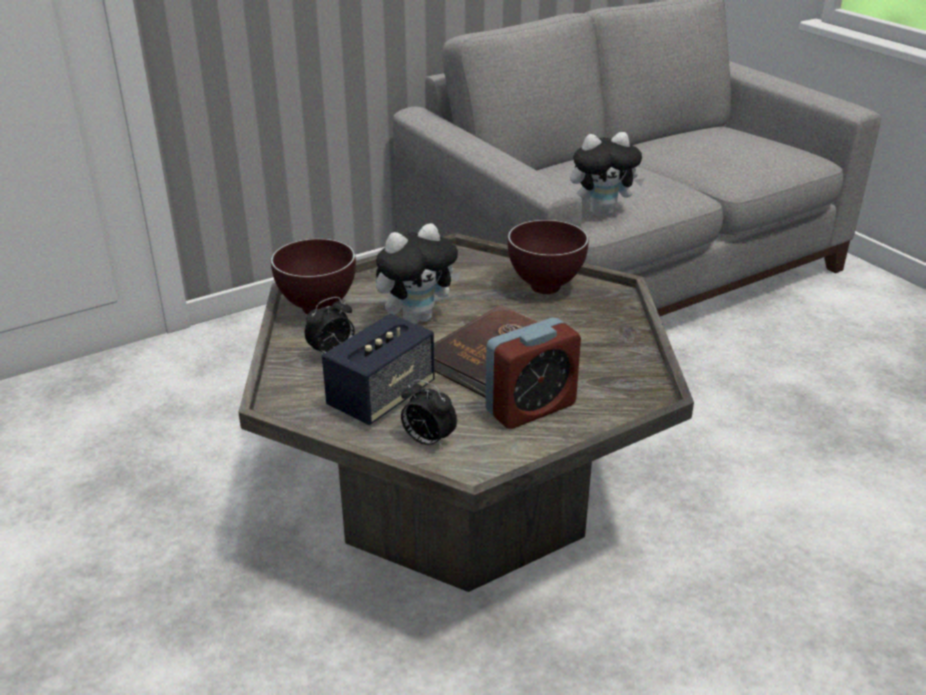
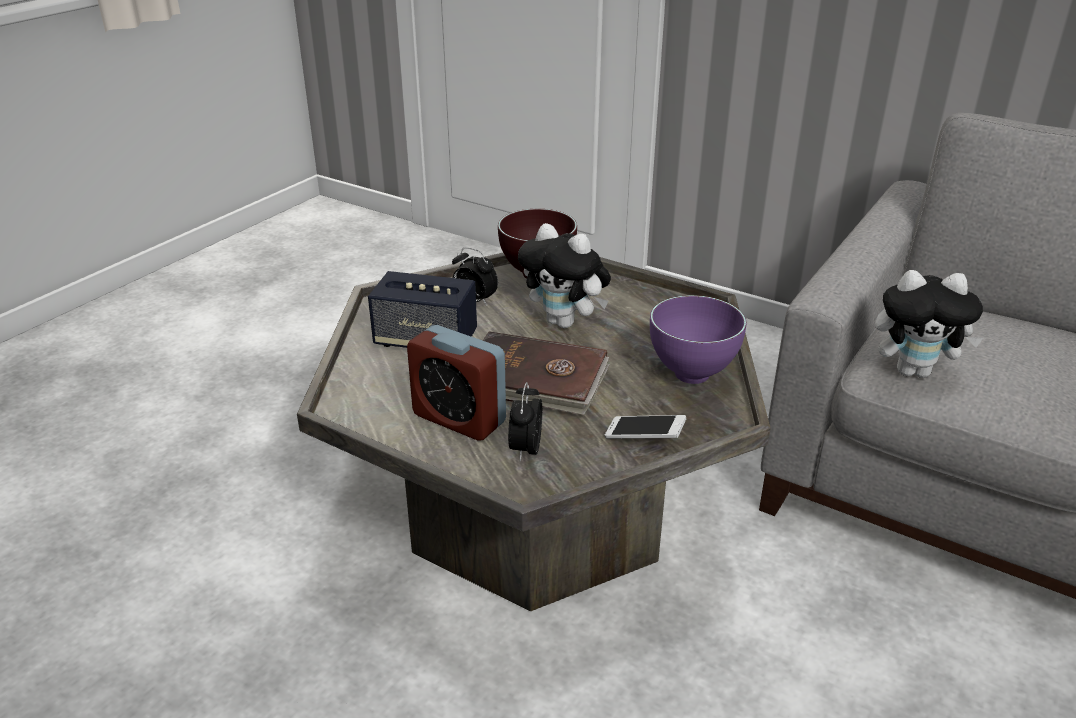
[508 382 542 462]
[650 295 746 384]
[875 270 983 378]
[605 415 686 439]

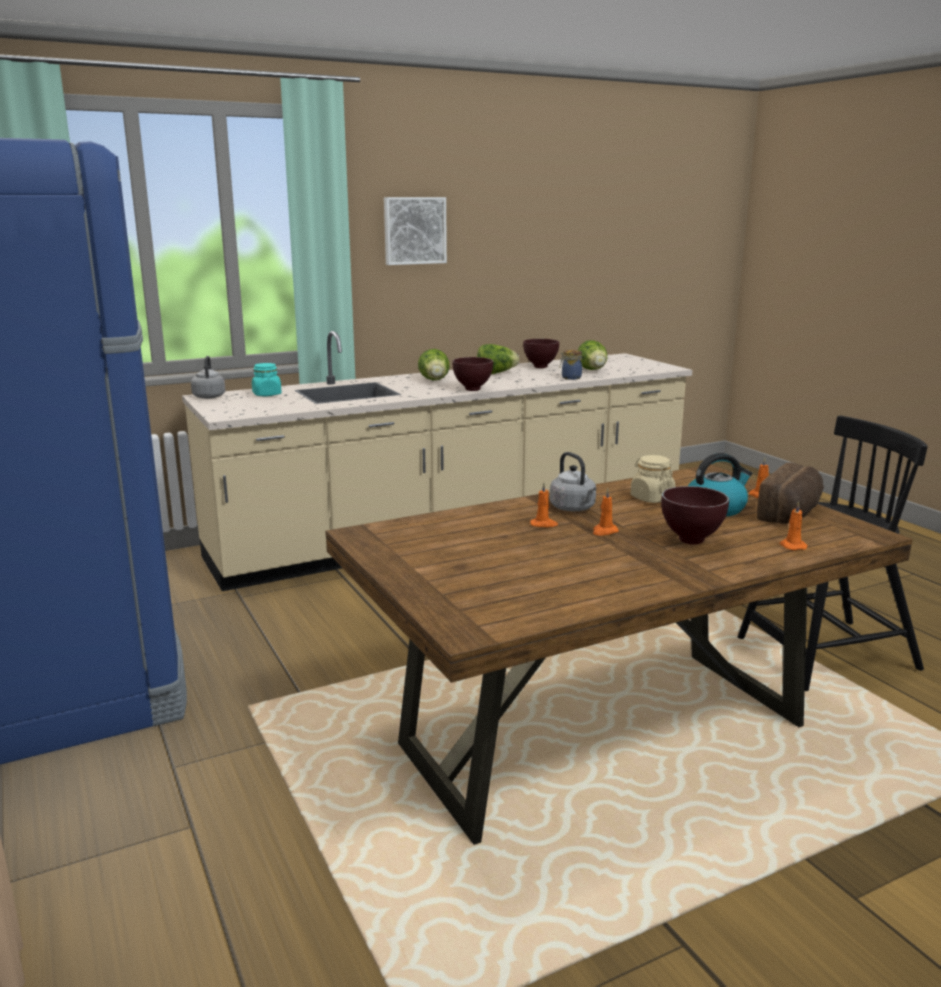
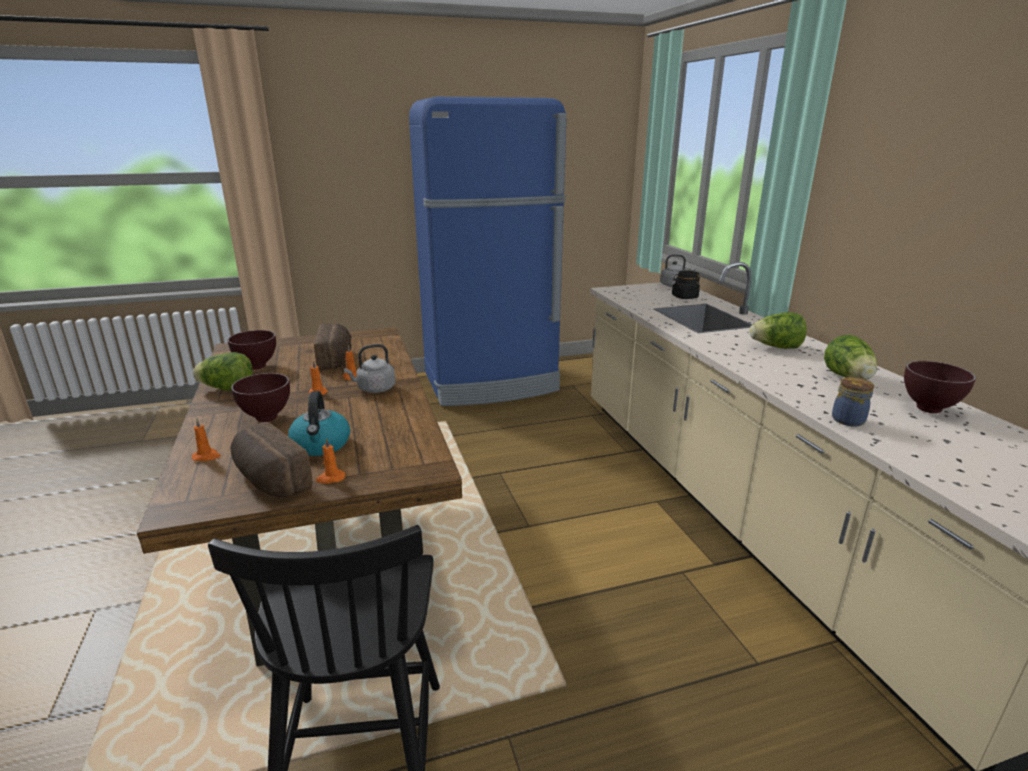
[672 270 700 299]
[384 197 447 265] (first image)
[227 330 276 370]
[193 352 253 391]
[631 455 676 503] (first image)
[314 324 352 370]

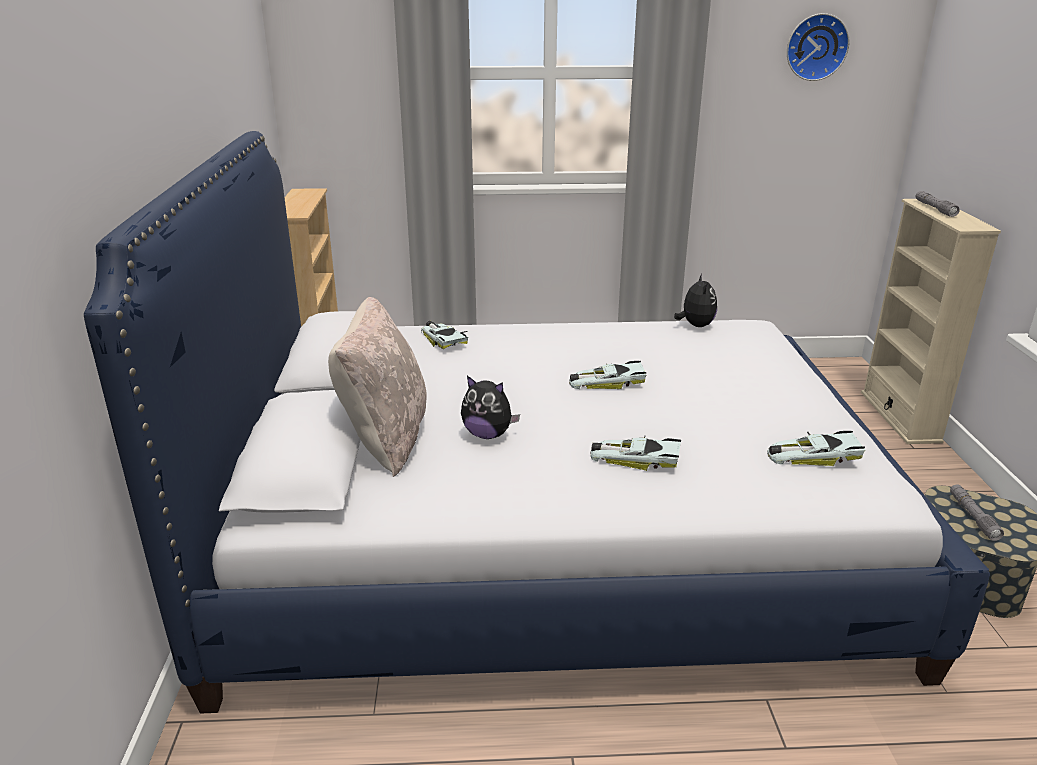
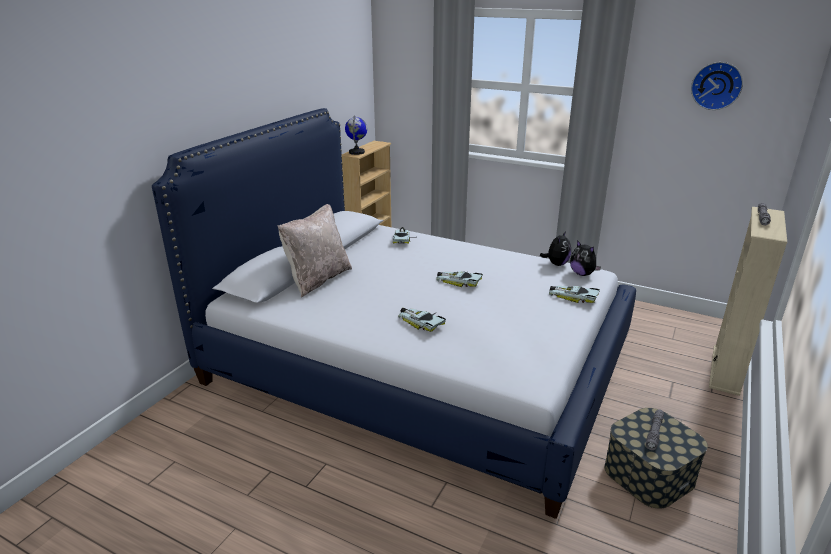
[570 240 601 276]
[549 286 600 303]
[345 116 367 155]

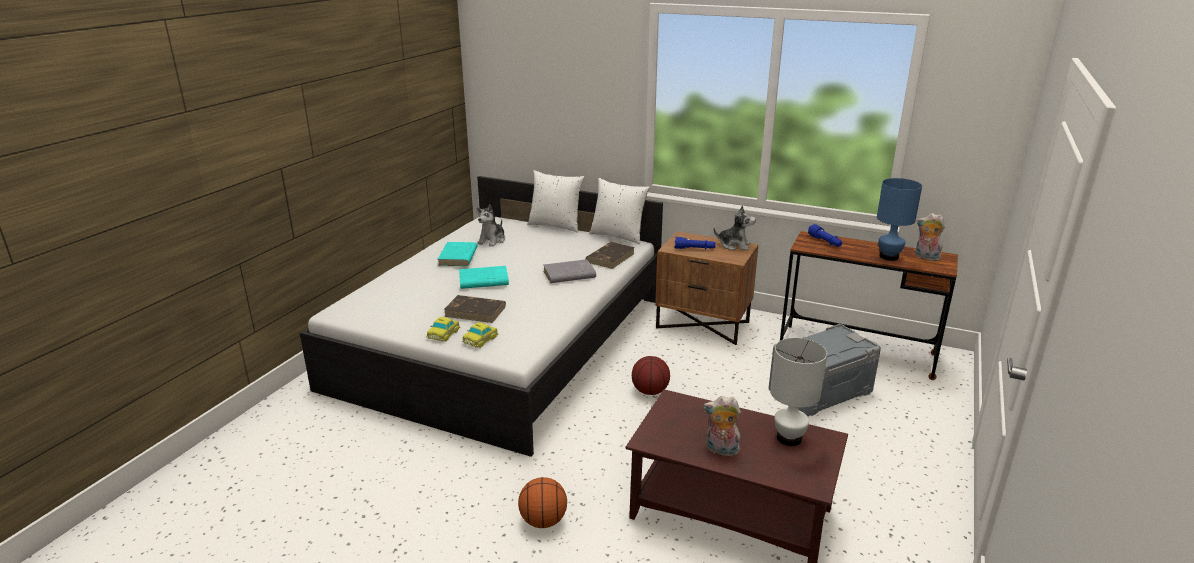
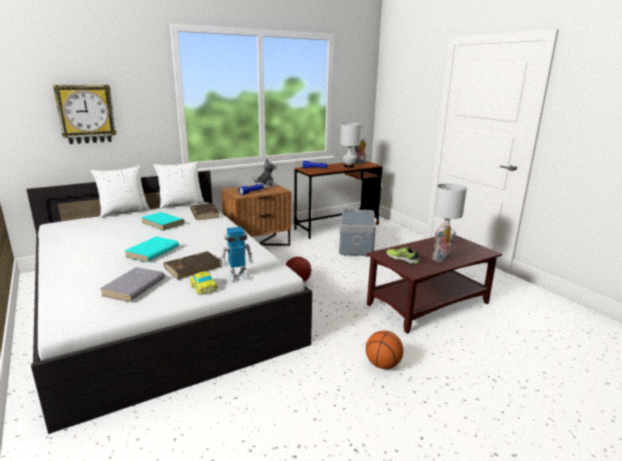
[141 212 185 231]
[221 227 254 283]
[477 204 505 247] (first image)
[100 267 165 302]
[340 123 361 168]
[53 85 117 144]
[386 246 420 264]

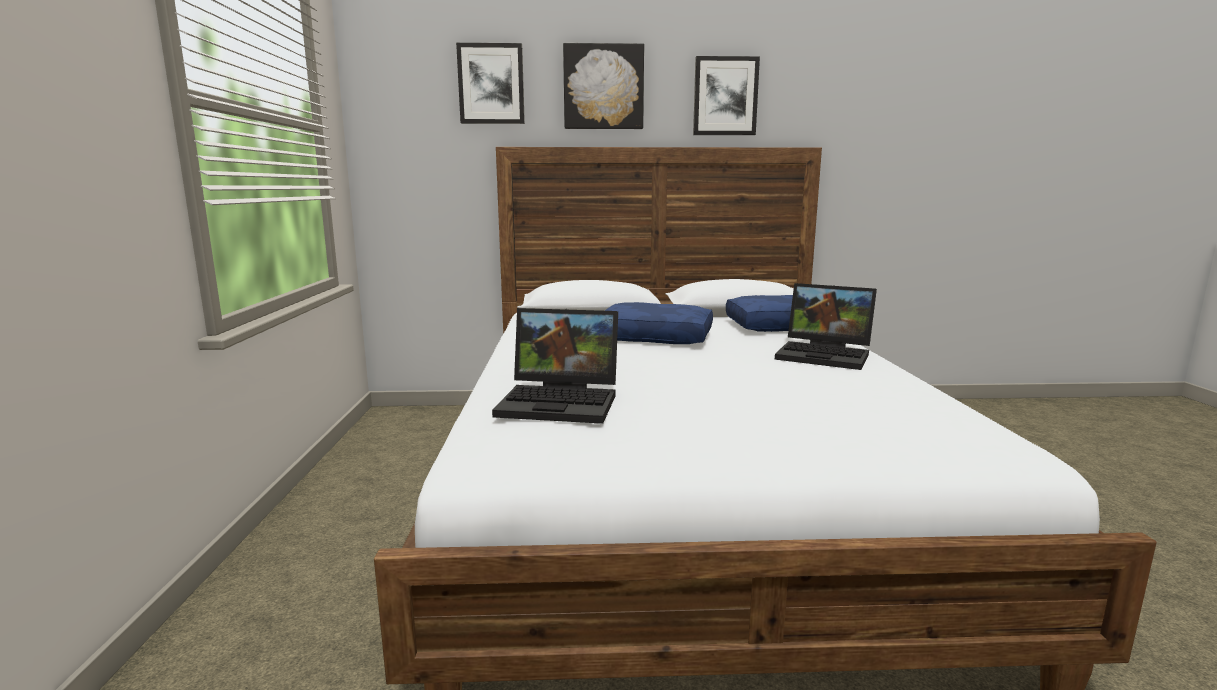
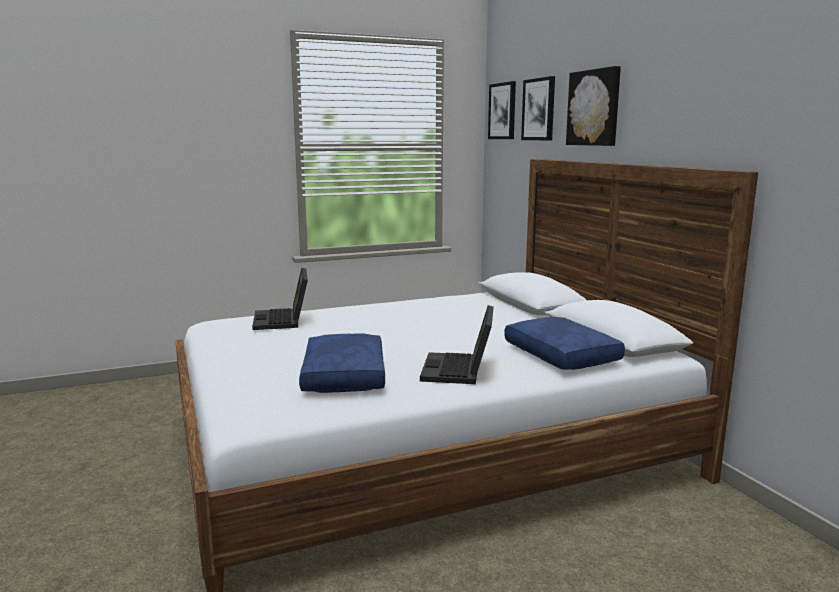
[299 334 385 393]
[488 81 516 139]

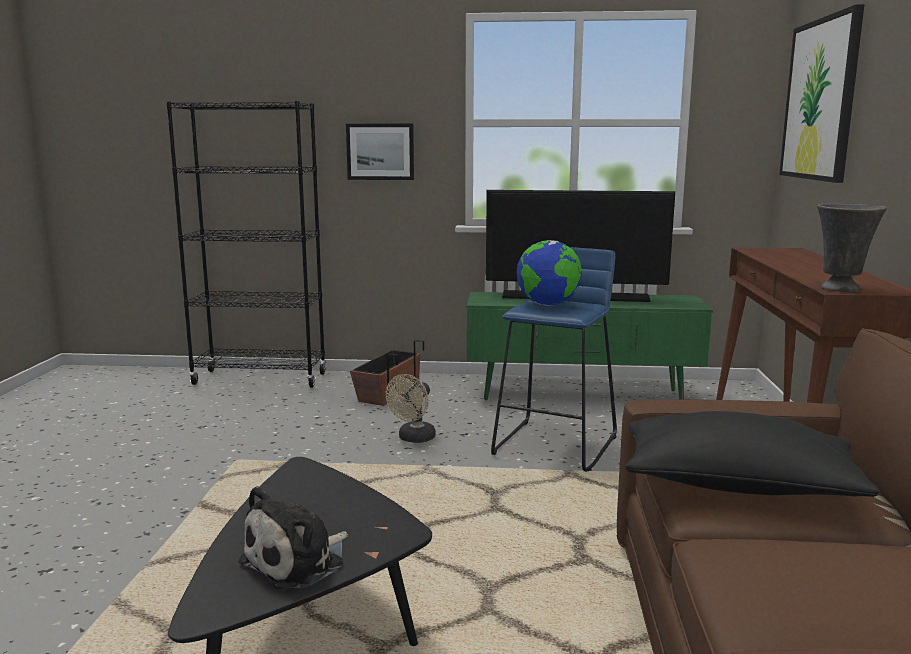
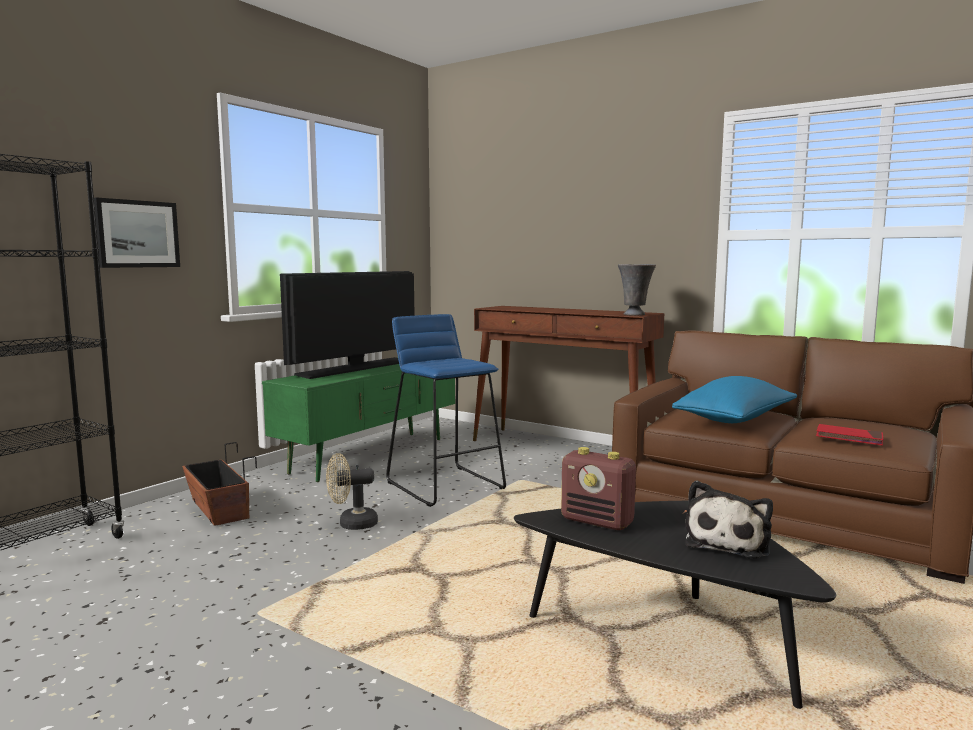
[685 481 773 558]
[326 453 378 530]
[517 240 582 306] (first image)
[672 376 797 423]
[779 4 864 183] (first image)
[561 447 636 530]
[816 424 883 445]

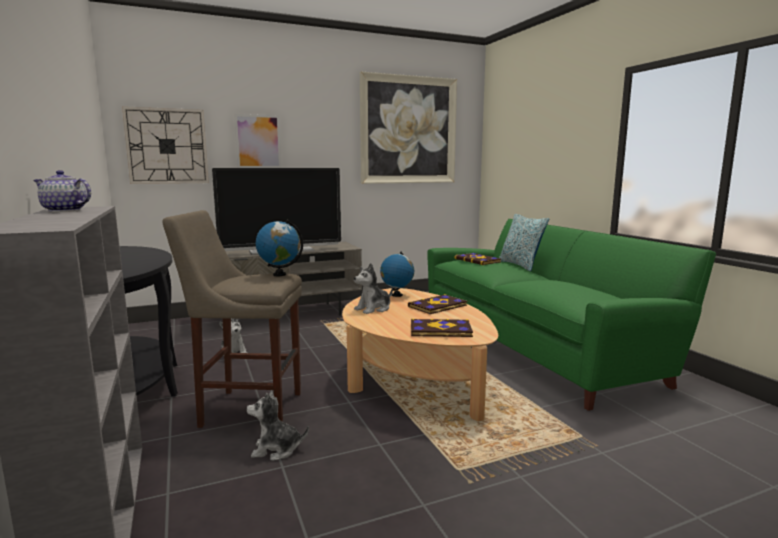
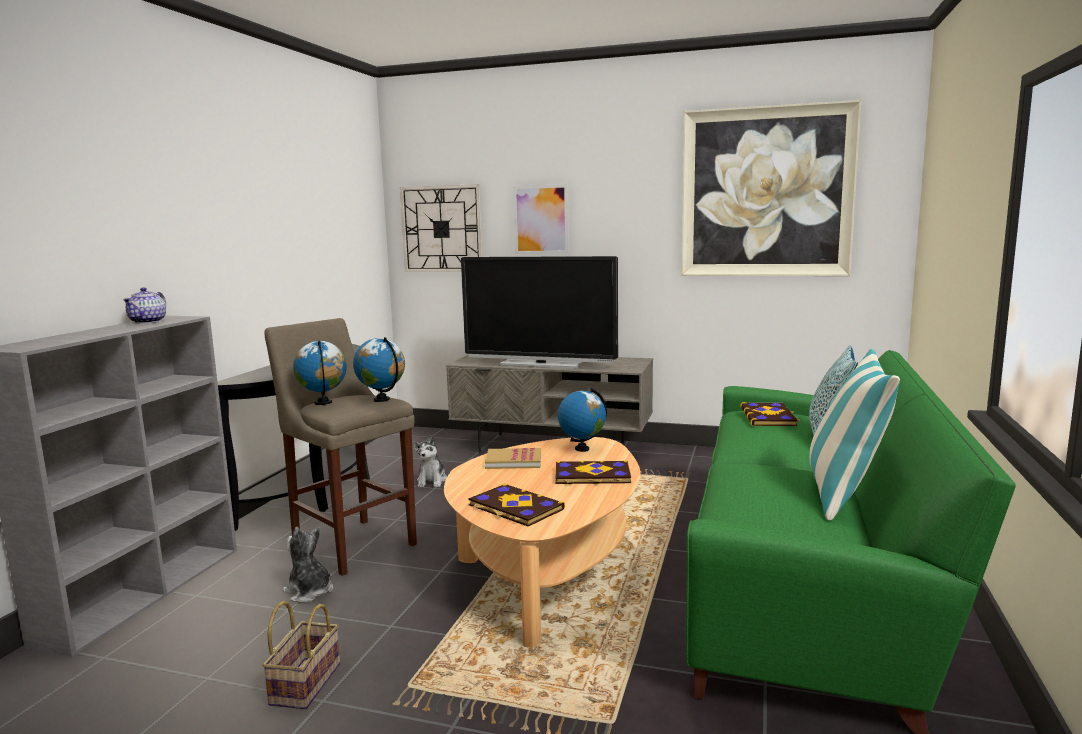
[122 287 166 324]
[485 448 541 469]
[262 601 340 709]
[293 341 347 405]
[810 349 900 521]

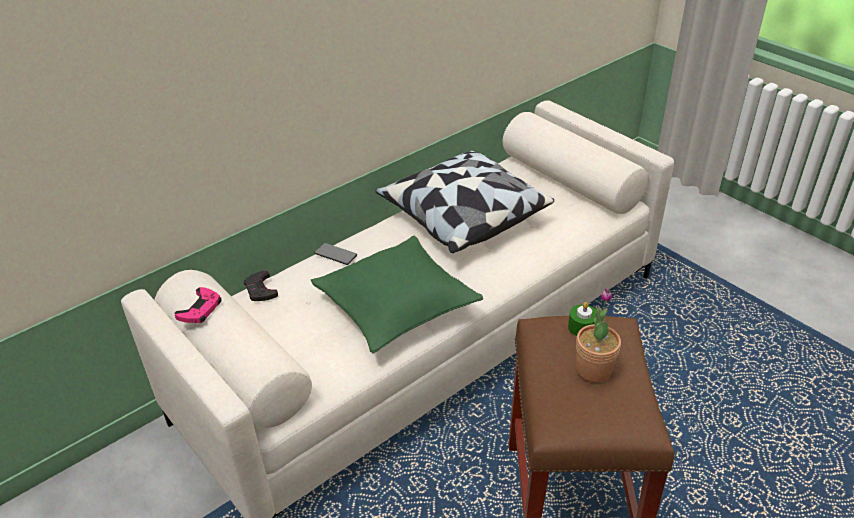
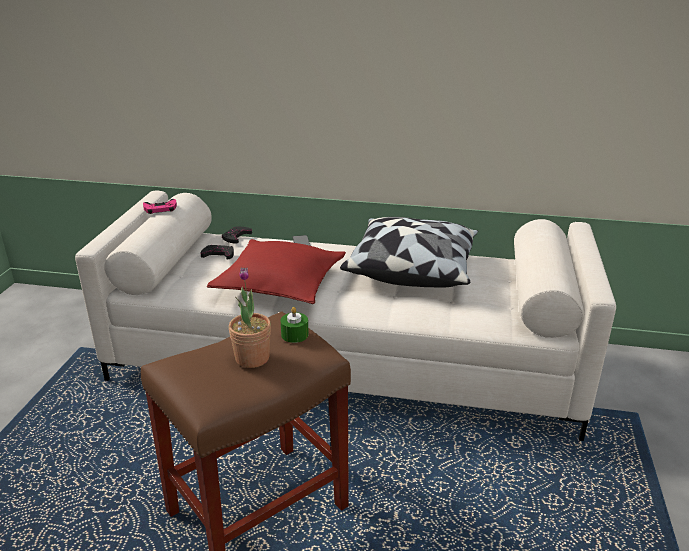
[207 239 346 304]
[200 245 234 260]

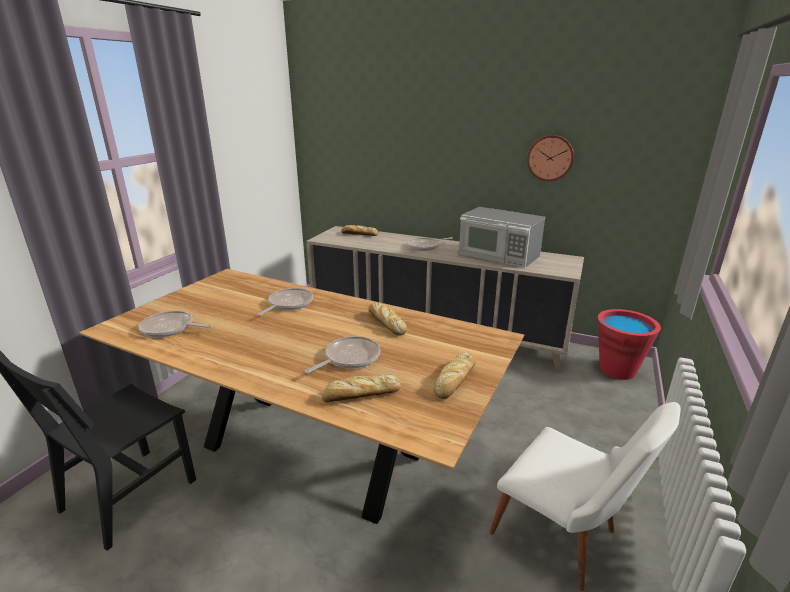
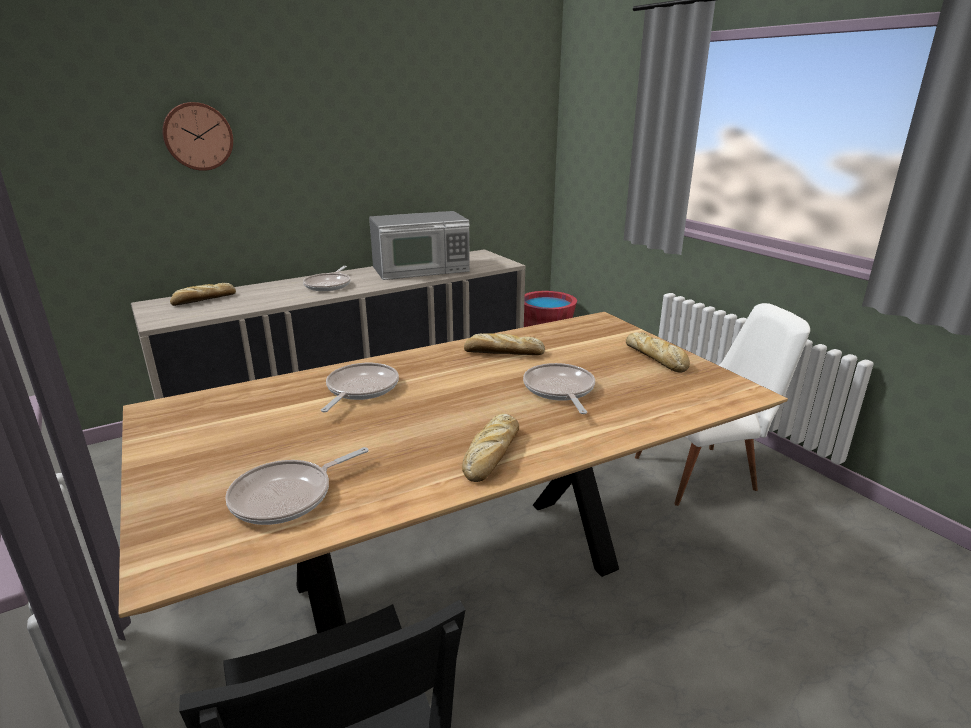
[321 363 399 412]
[462 414 519 482]
[162 102 233 171]

